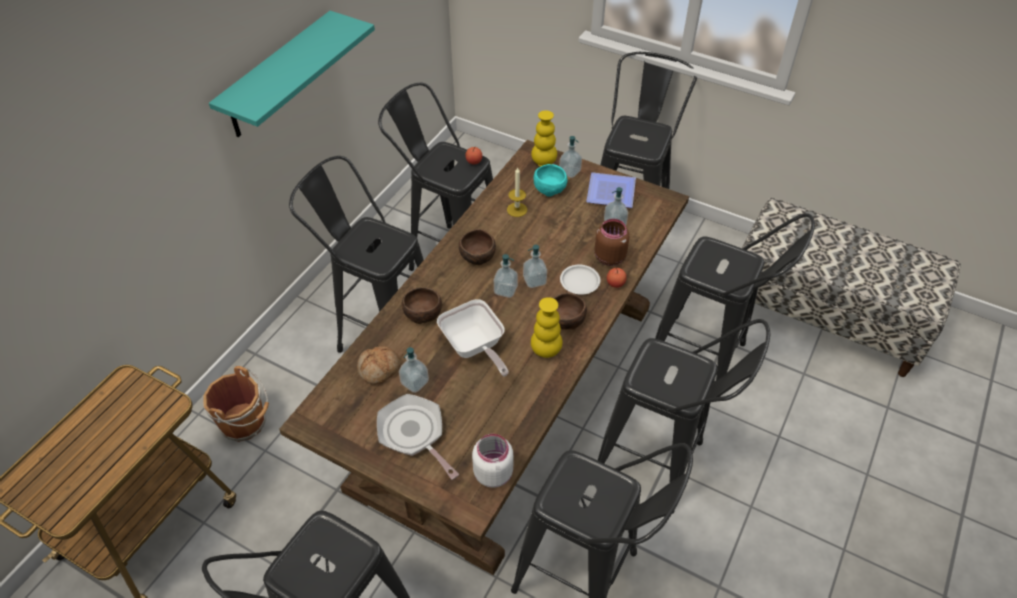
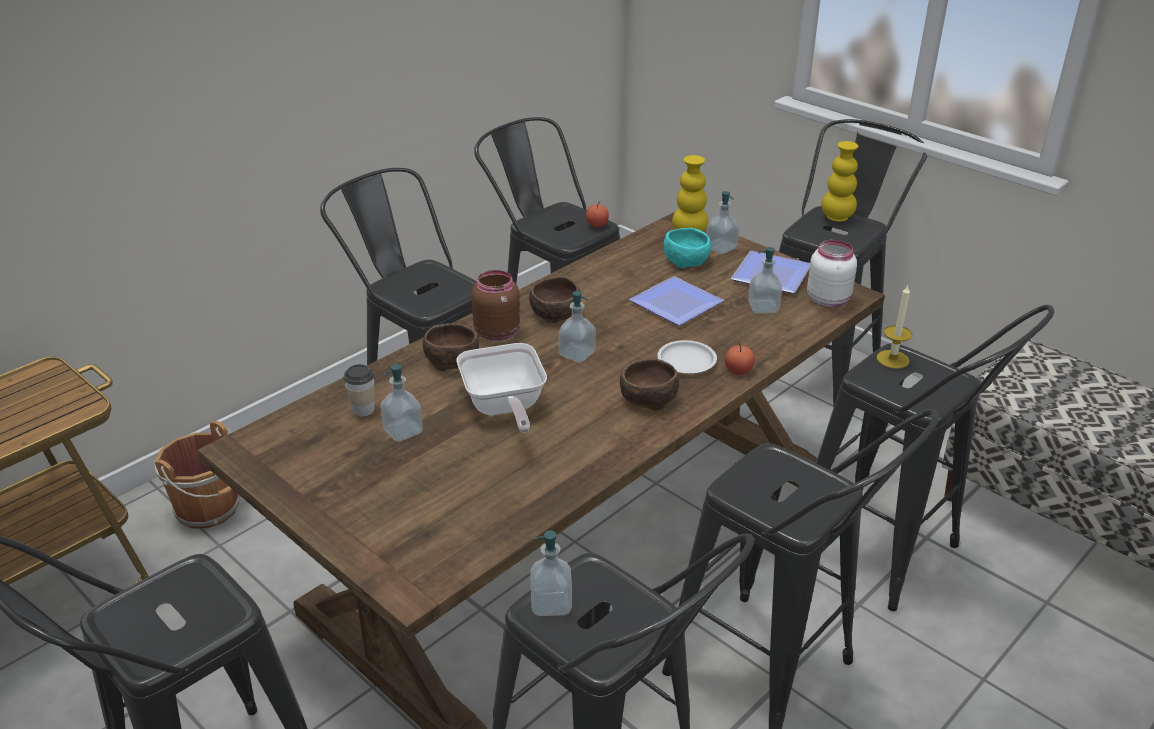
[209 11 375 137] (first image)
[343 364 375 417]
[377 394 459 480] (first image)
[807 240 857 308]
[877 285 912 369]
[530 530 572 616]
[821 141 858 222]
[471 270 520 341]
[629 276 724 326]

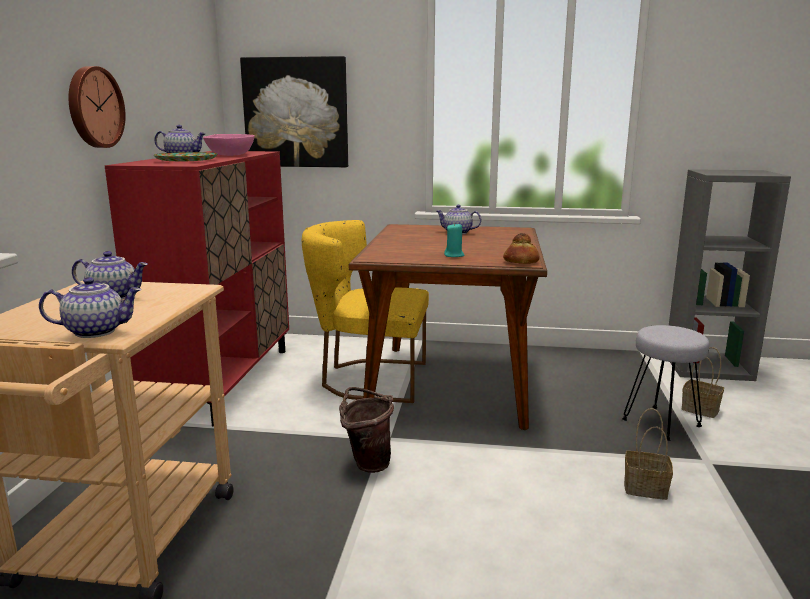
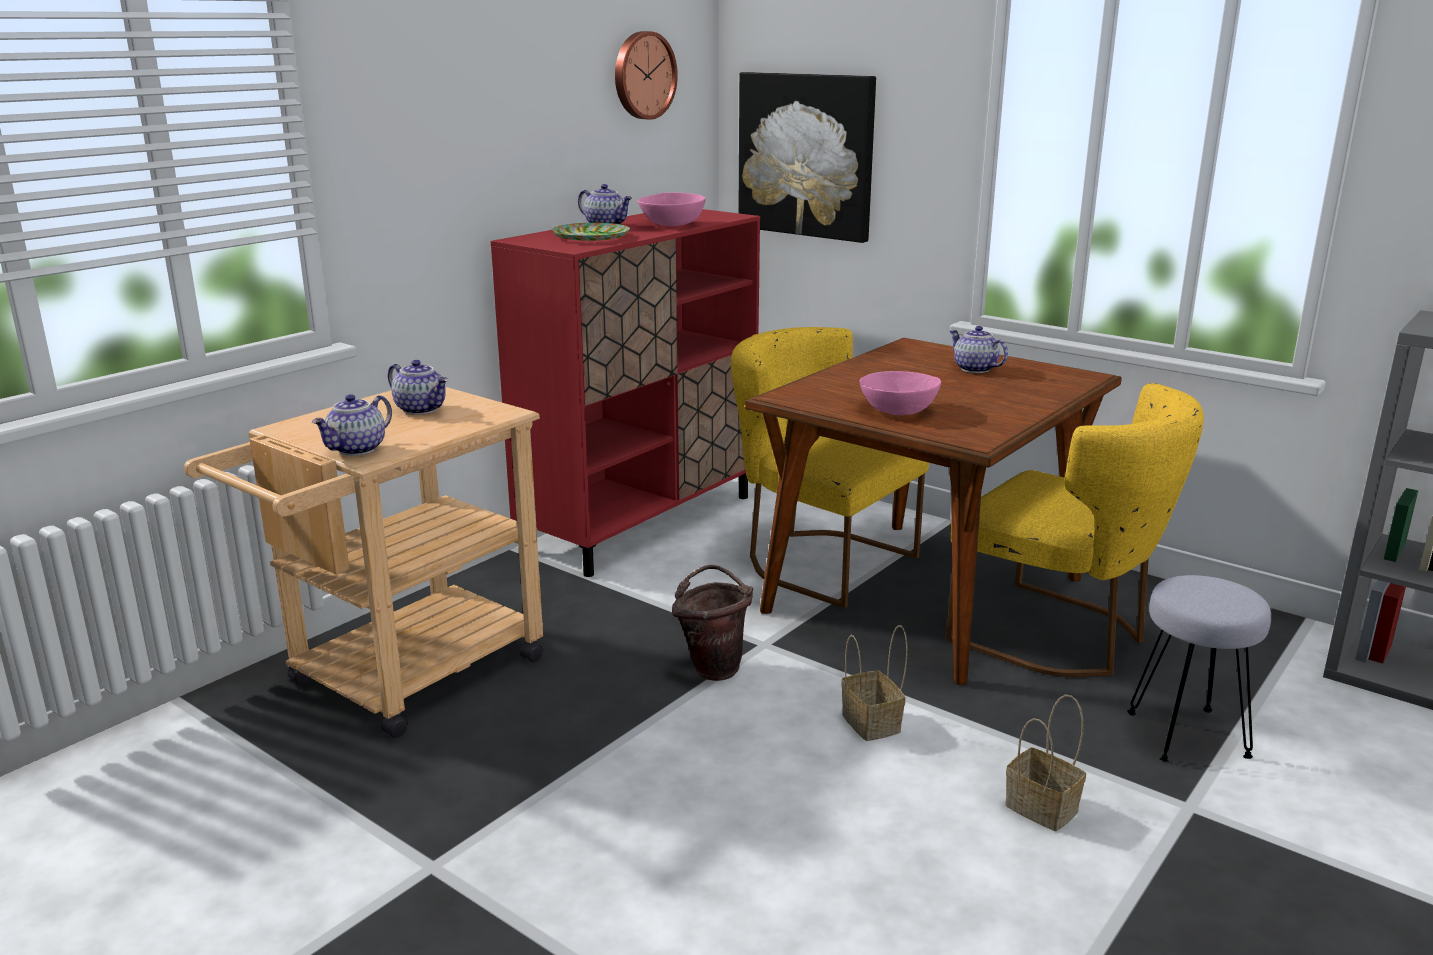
[312 394 392 456]
[615 31 678 120]
[859 371 941 415]
[503 233 540 264] (first image)
[841 625 908 741]
[946 383 1204 677]

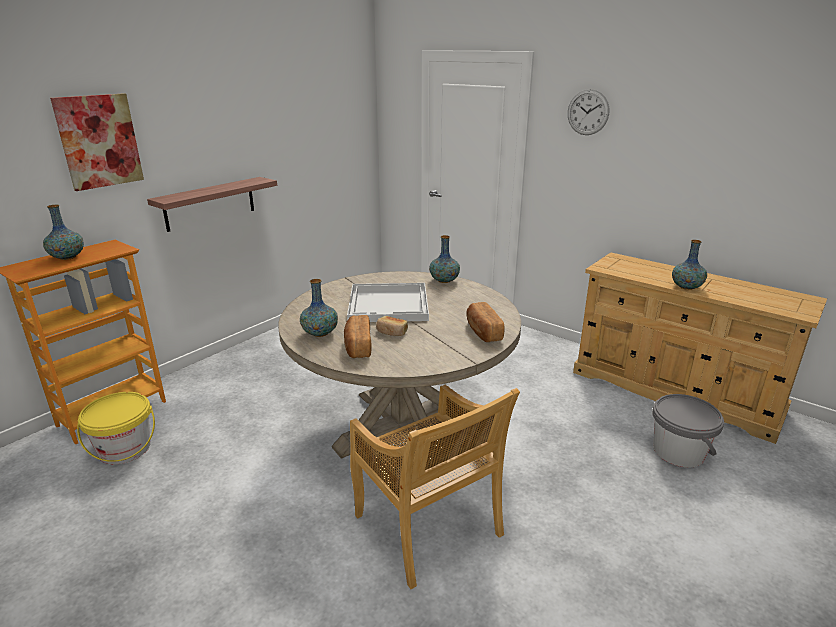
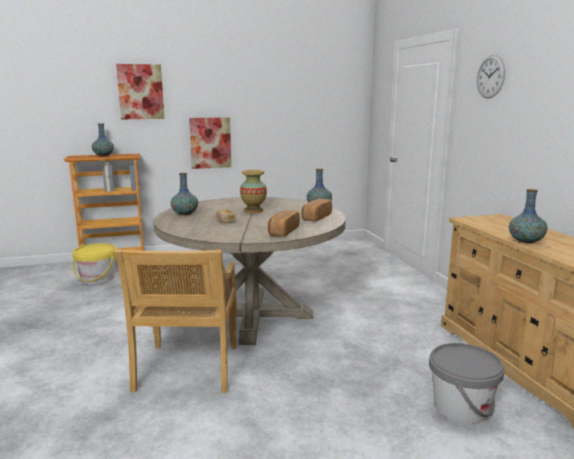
[189 117 231 169]
[302 199 332 222]
[240 170 267 213]

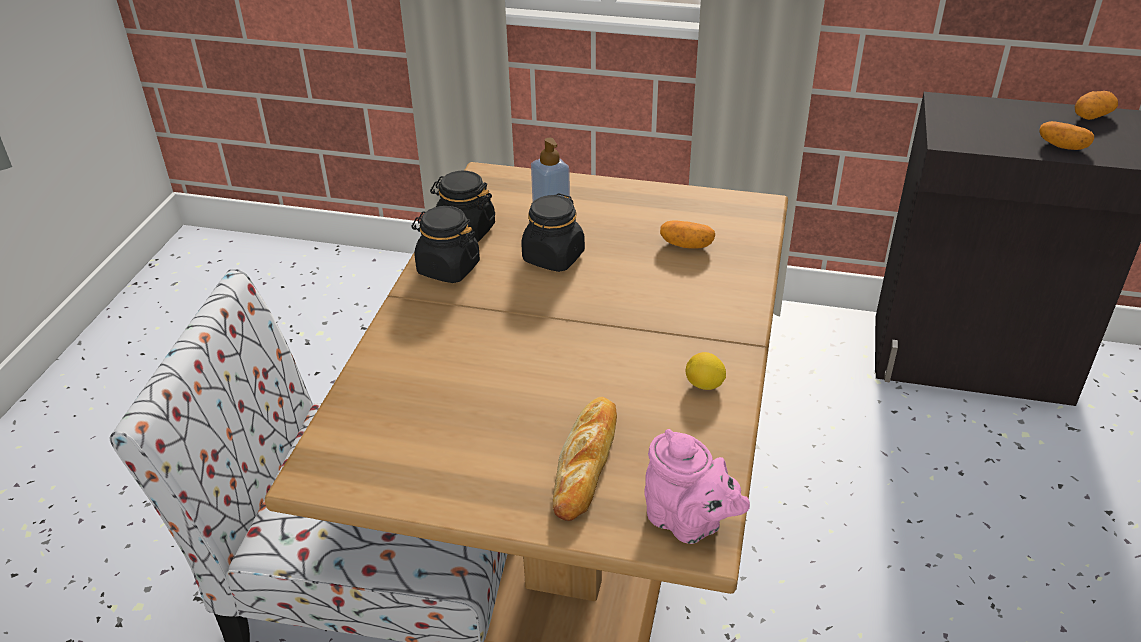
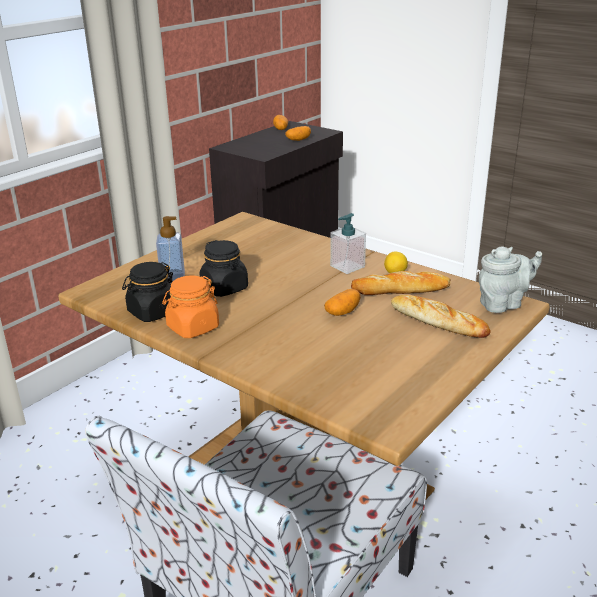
[162 275 219 338]
[479 247 542 313]
[324 289 361 316]
[330 213 366 274]
[351 271 451 295]

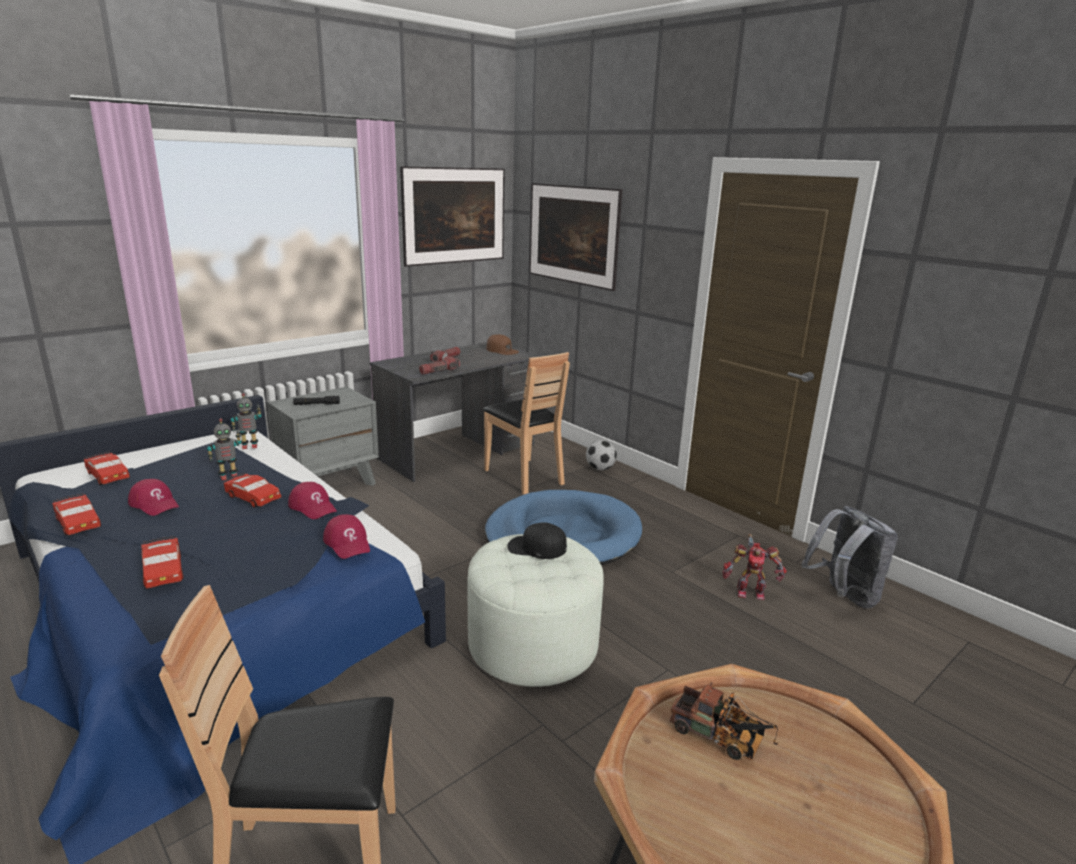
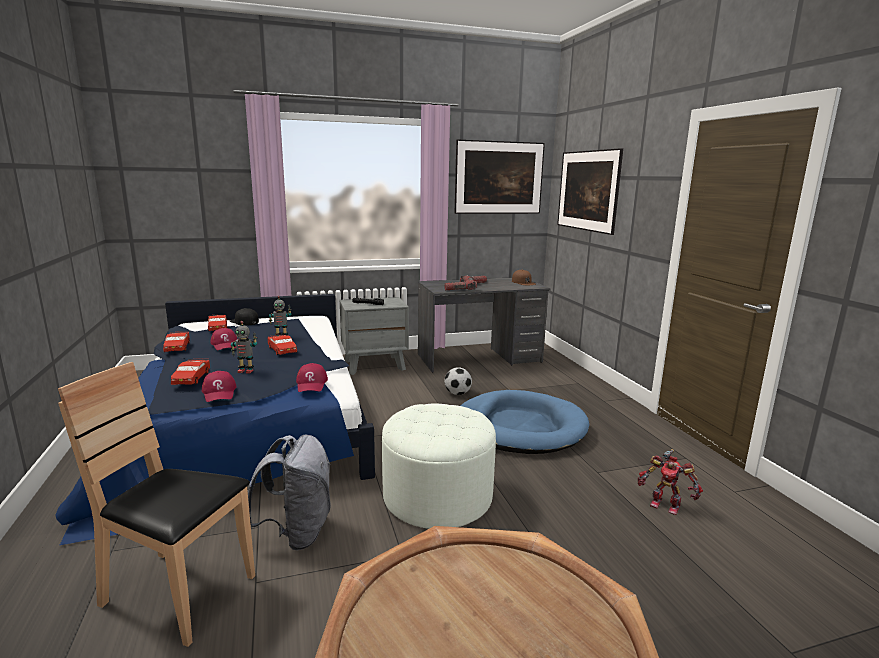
[231 321 257 373]
[202 371 237 402]
[483 352 570 495] (first image)
[230 308 259 326]
[444 367 472 395]
[670 682 778 760] (first image)
[248 435 331 550]

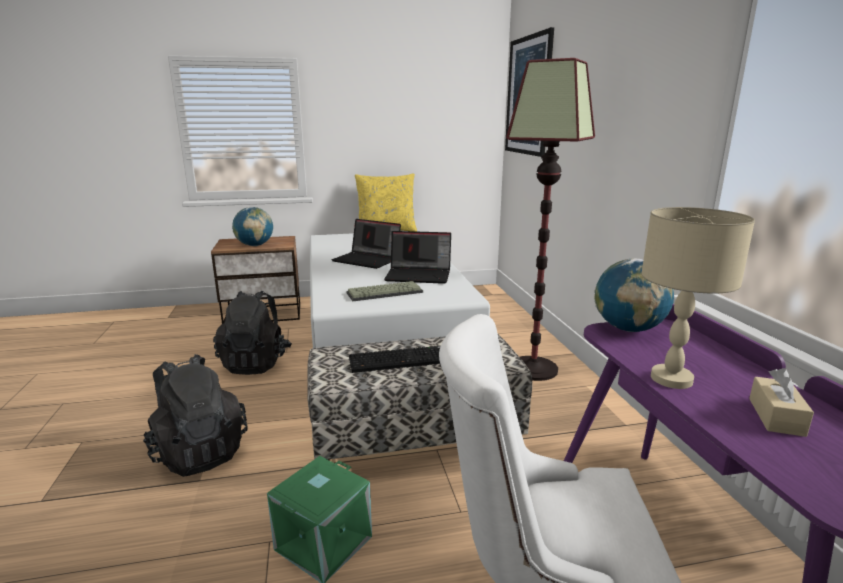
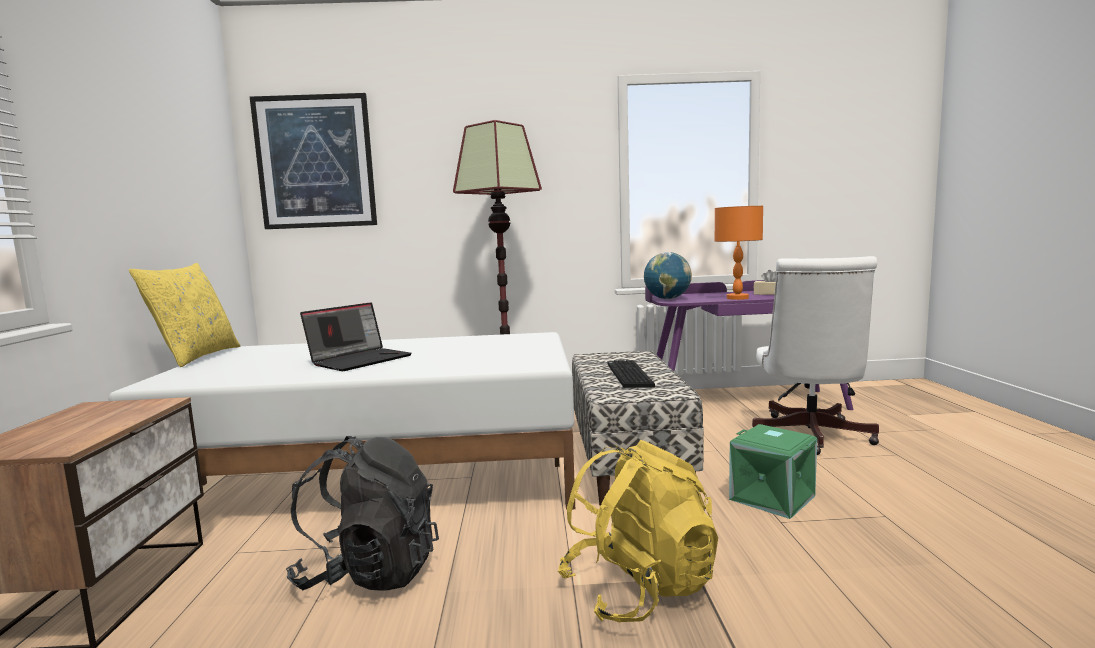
[558 440 718 623]
[232 207 273 246] (first image)
[346 281 423 301] (first image)
[384 231 451 284] (first image)
[715 206 763 300]

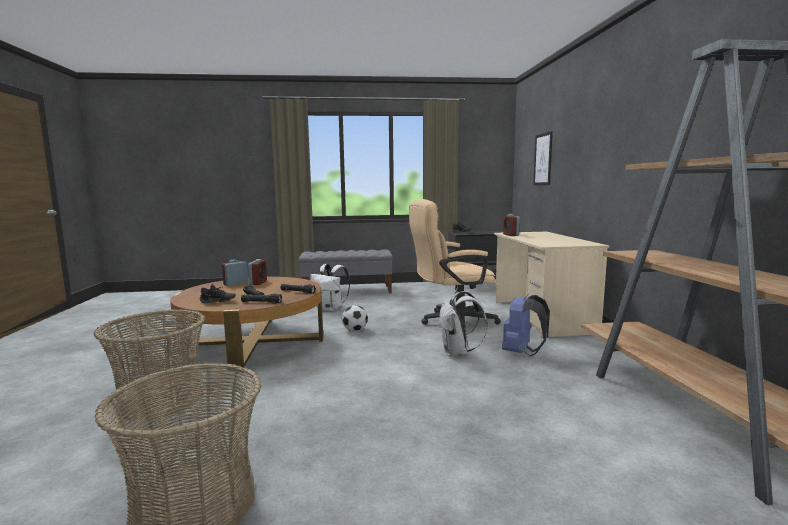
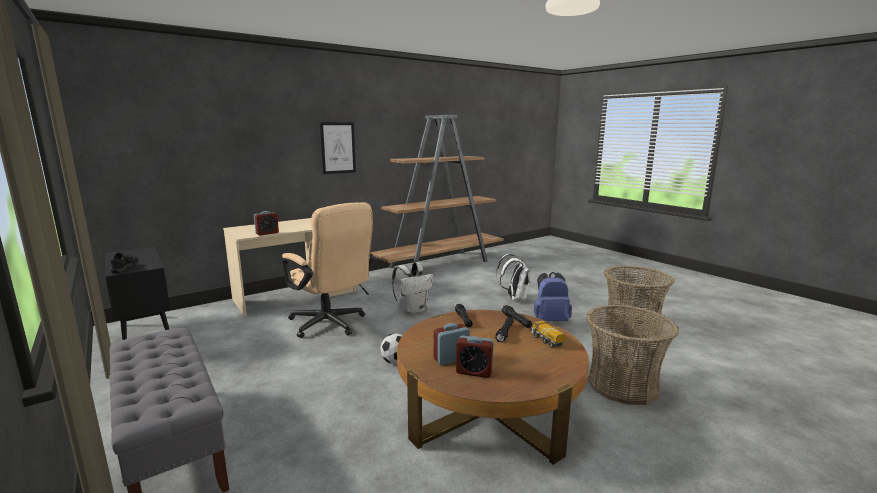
[531 320 565 348]
[496 254 531 301]
[534 272 572 321]
[320 122 356 174]

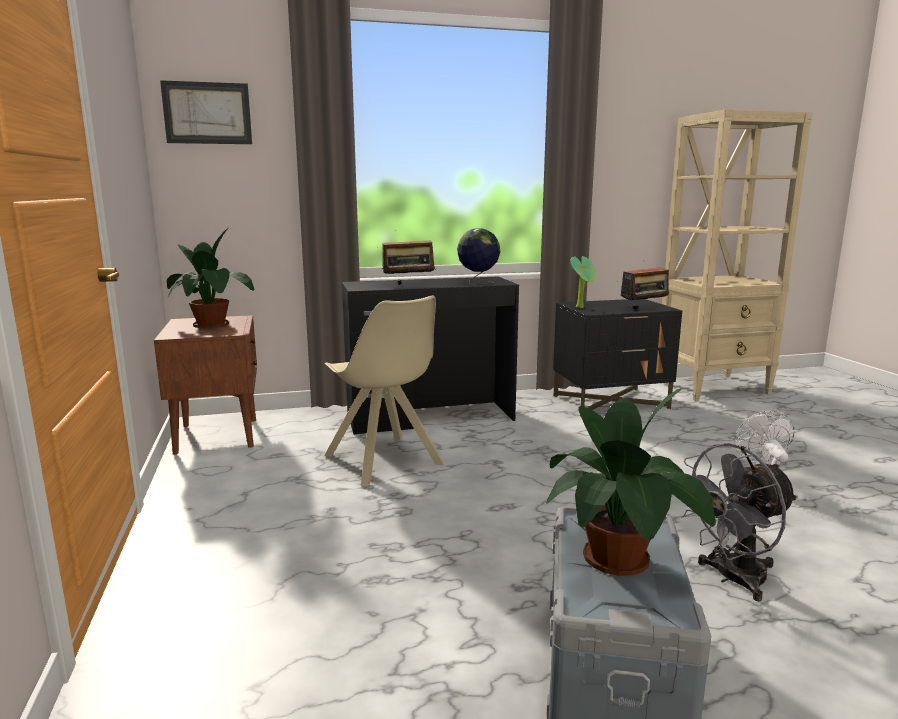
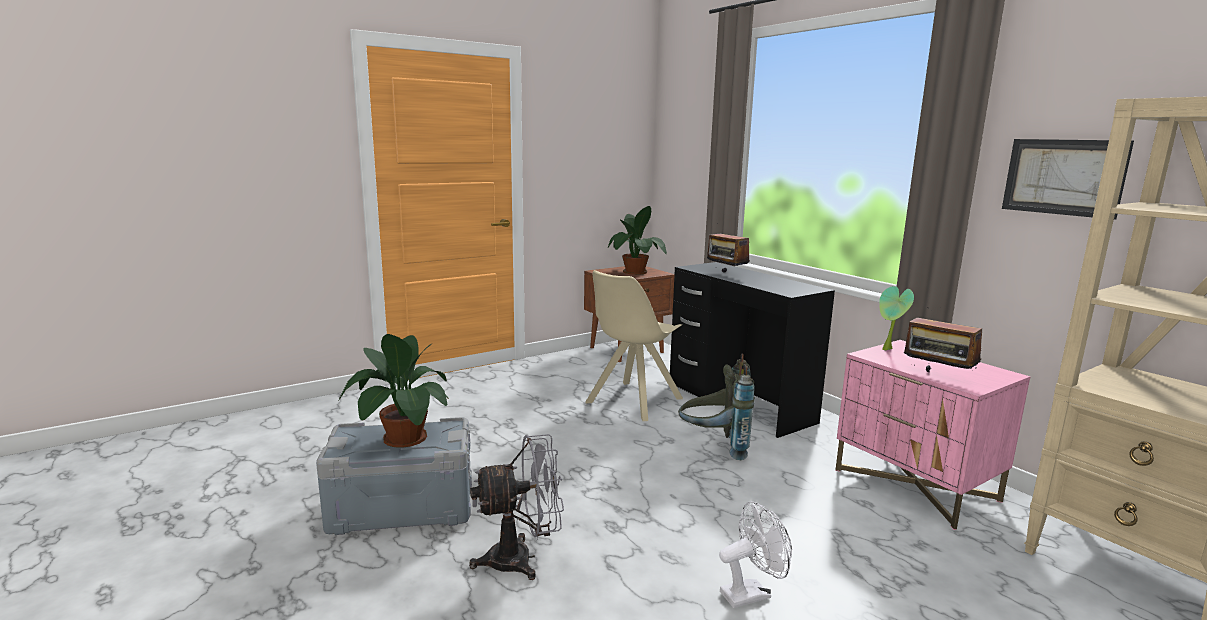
[1002 139 1134 220]
[457 228 500 285] (first image)
[835 340 1030 530]
[469 434 564 580]
[678 354 755 460]

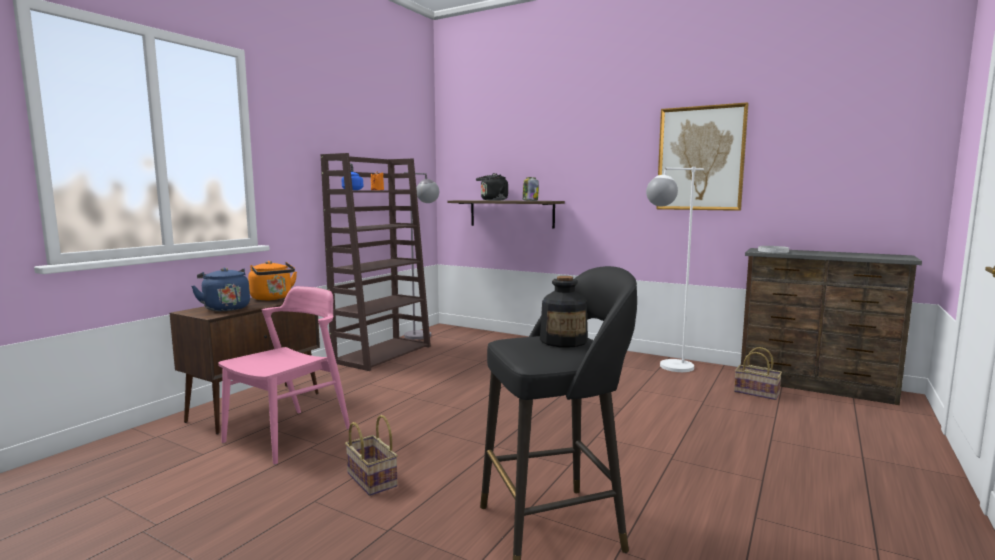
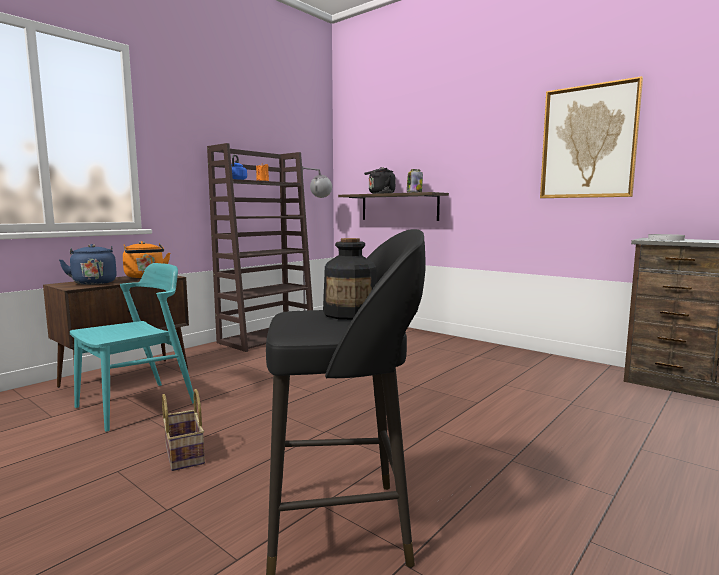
[70 263 194 432]
[646 167 704 372] (first image)
[734 347 782 400] (first image)

